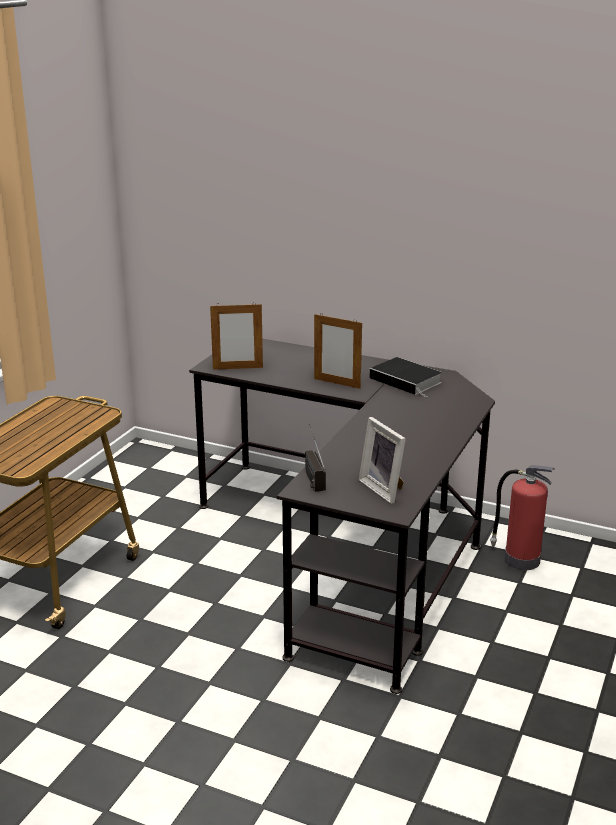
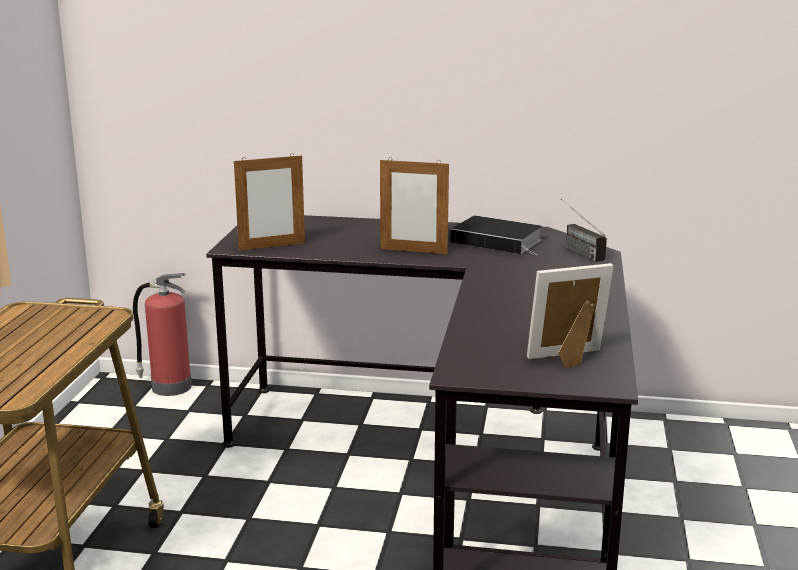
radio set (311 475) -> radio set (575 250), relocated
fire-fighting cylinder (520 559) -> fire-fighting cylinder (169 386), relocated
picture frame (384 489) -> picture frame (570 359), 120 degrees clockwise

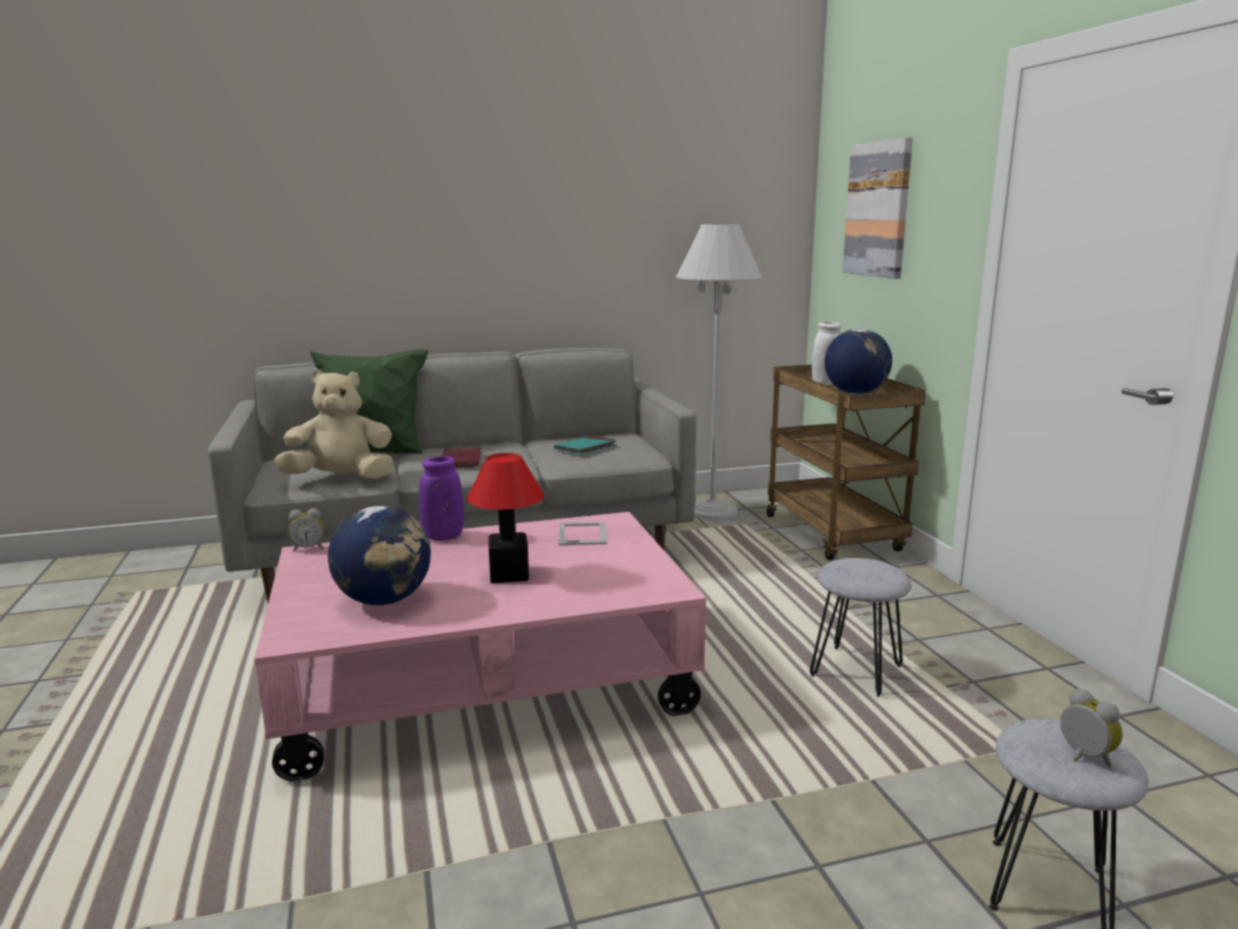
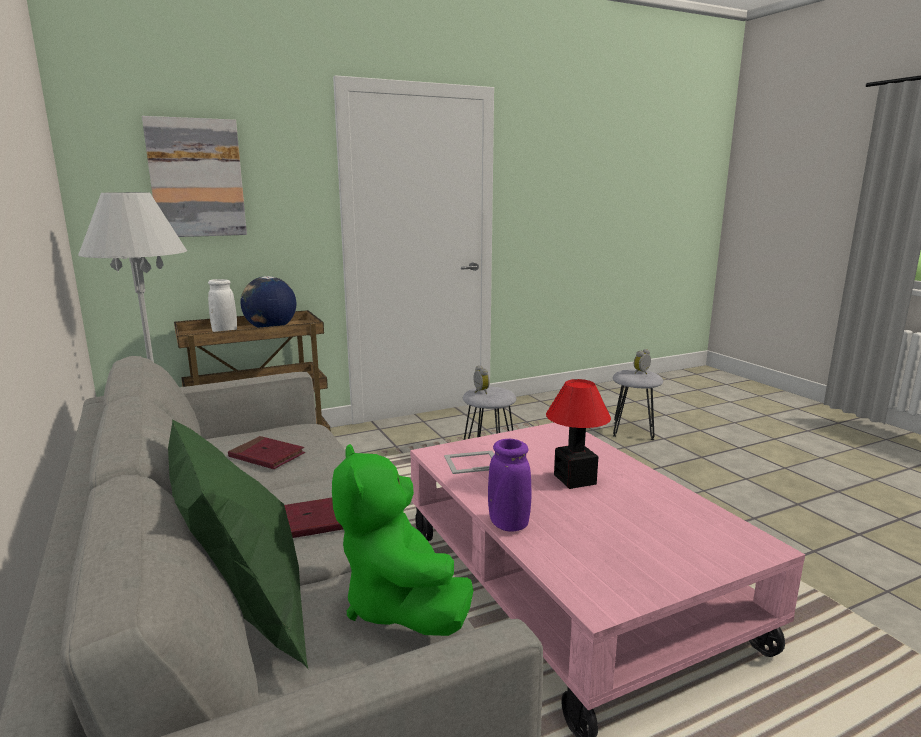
globe (385 600) -> none
alarm clock (309 548) -> alarm clock (480 392), relocated
beige plush toy (341 478) -> green-coloured plush toy (400 605)
blue-green volume (585 448) -> red volume (267 456)

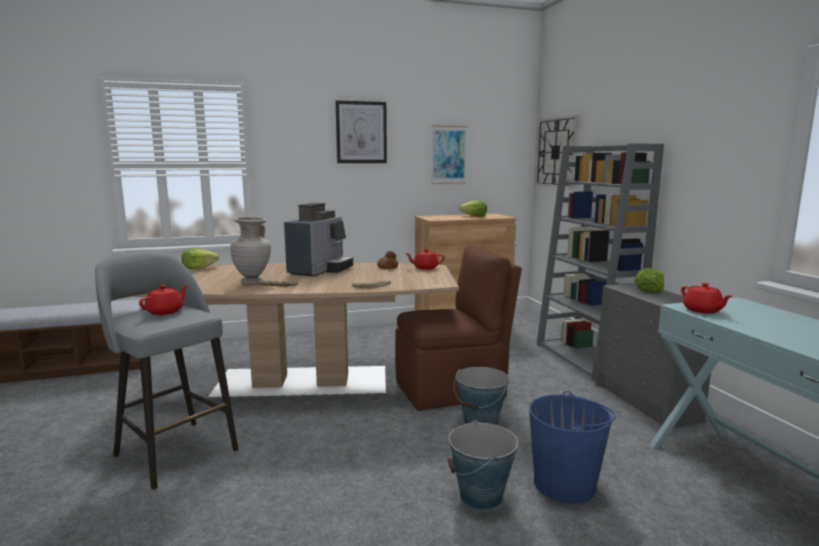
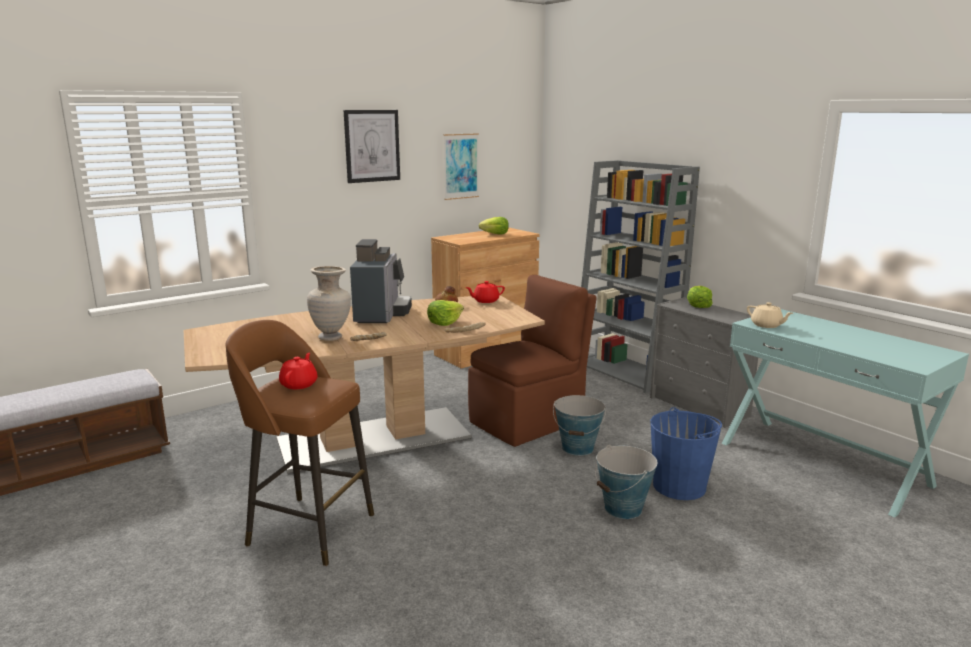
wall clock (556 152) -> none
lettuce head (198 268) -> lettuce head (444 323), relocated
greyish stool seat (174 451) -> brownish stool seat (308 528)
red pot for tea (702 310) -> beige pot for tea (766 325)

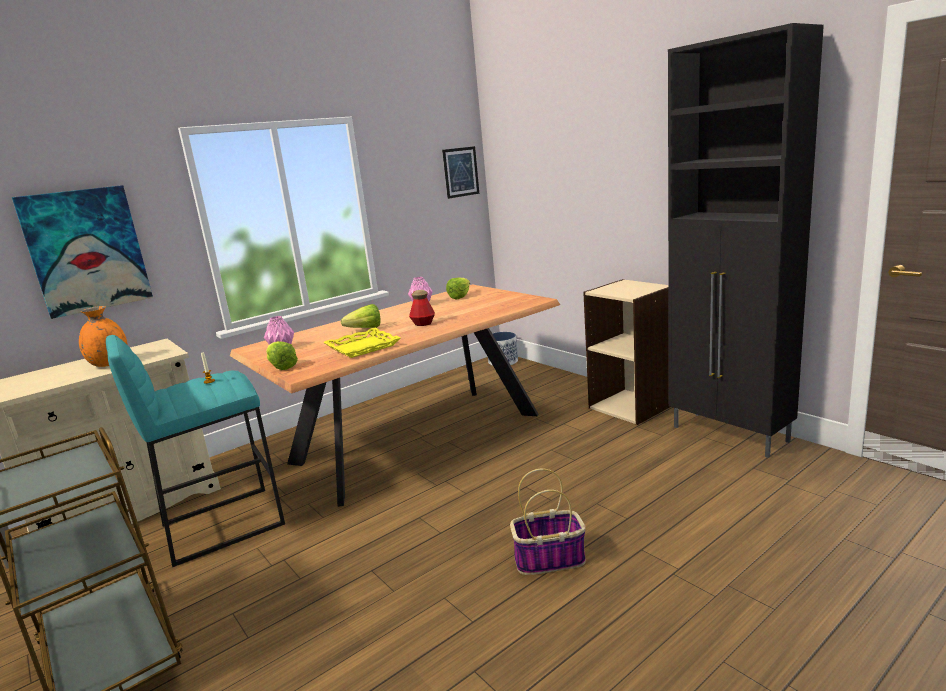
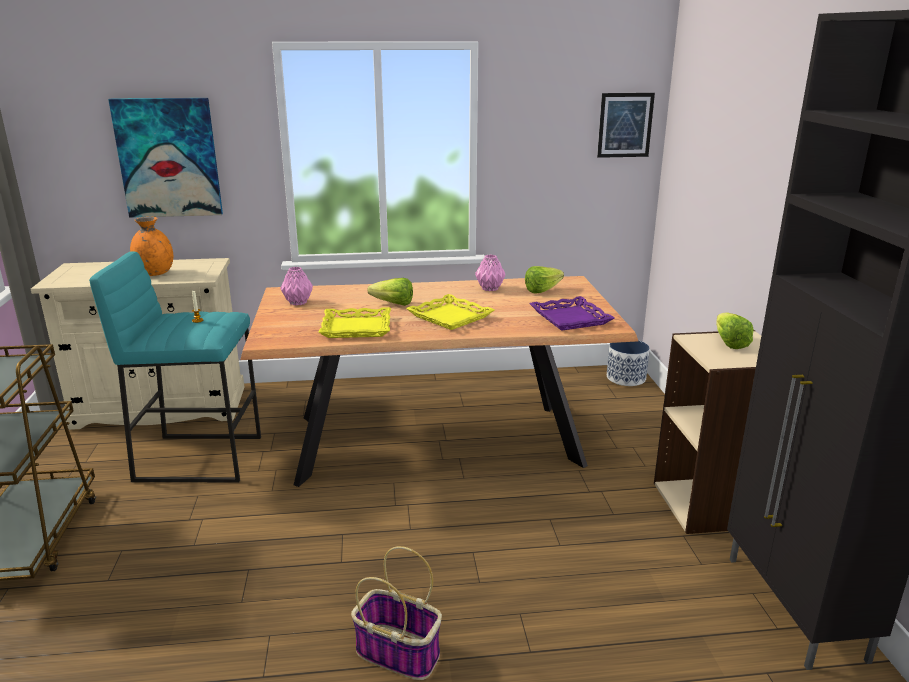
none -> purple-coloured carrying tray (571 318)
lettuce head (281 365) -> lettuce head (728 341), relocated
beverage bottle (423 324) -> yellow carrying tray (450 317)

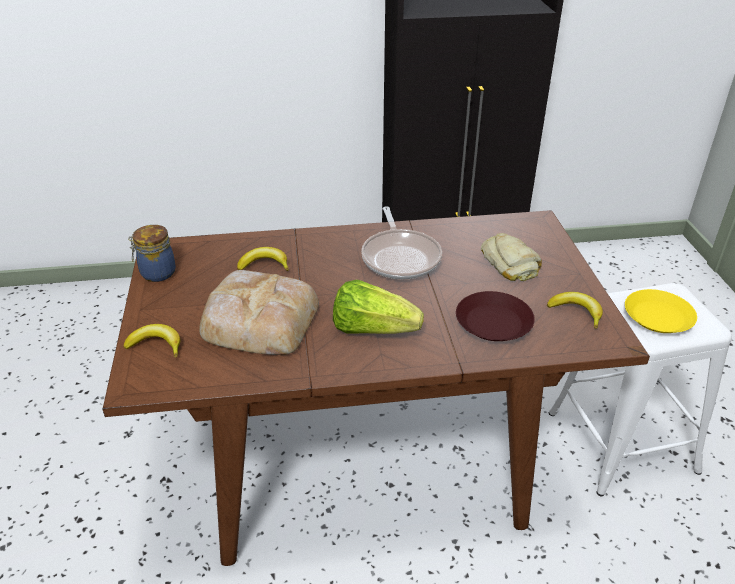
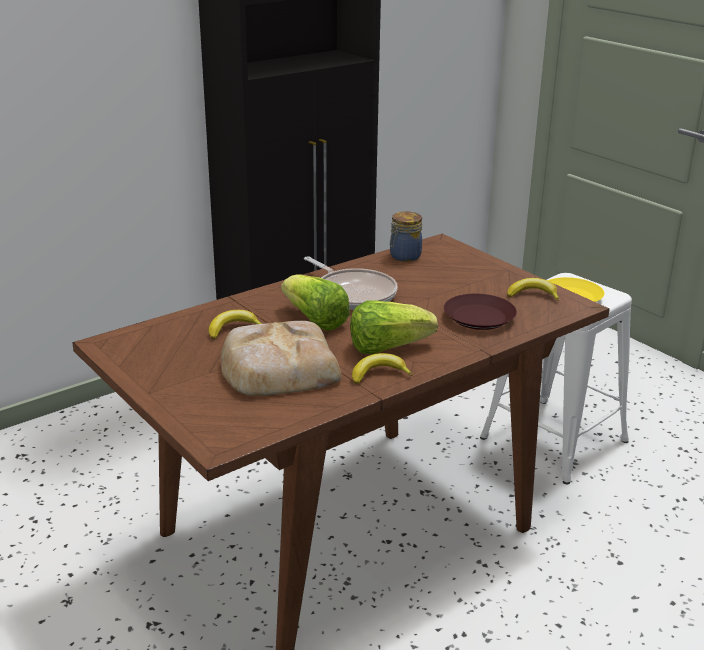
baked bread (510 263) -> none
none -> lettuce head (314 321)
banana (156 345) -> banana (379 374), relocated
storage jar (156 273) -> storage jar (404 256), relocated

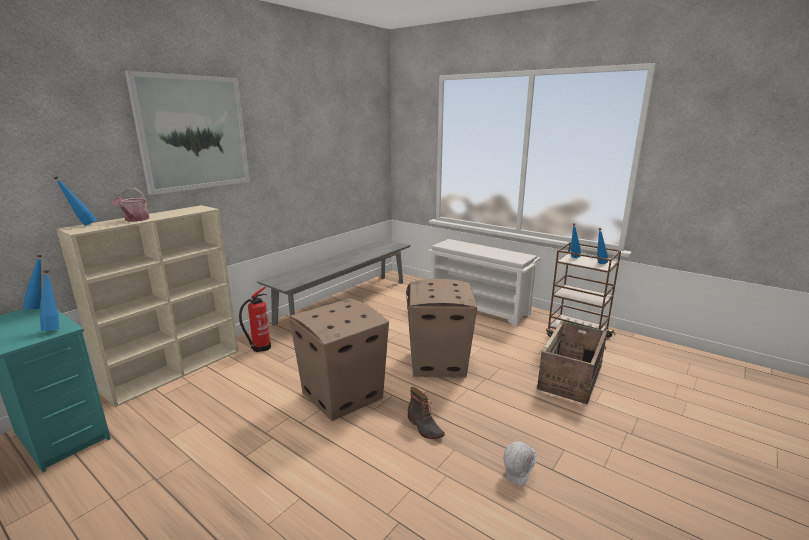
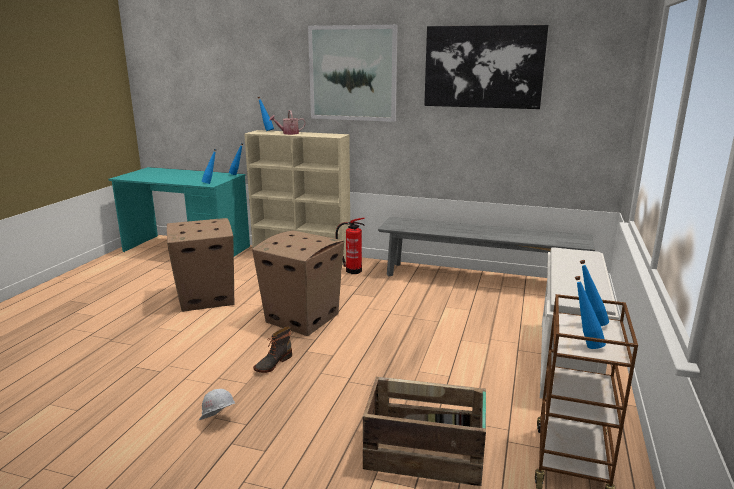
none -> wall picture (483 67)
packing box (438 363) -> packing box (205 298), relocated

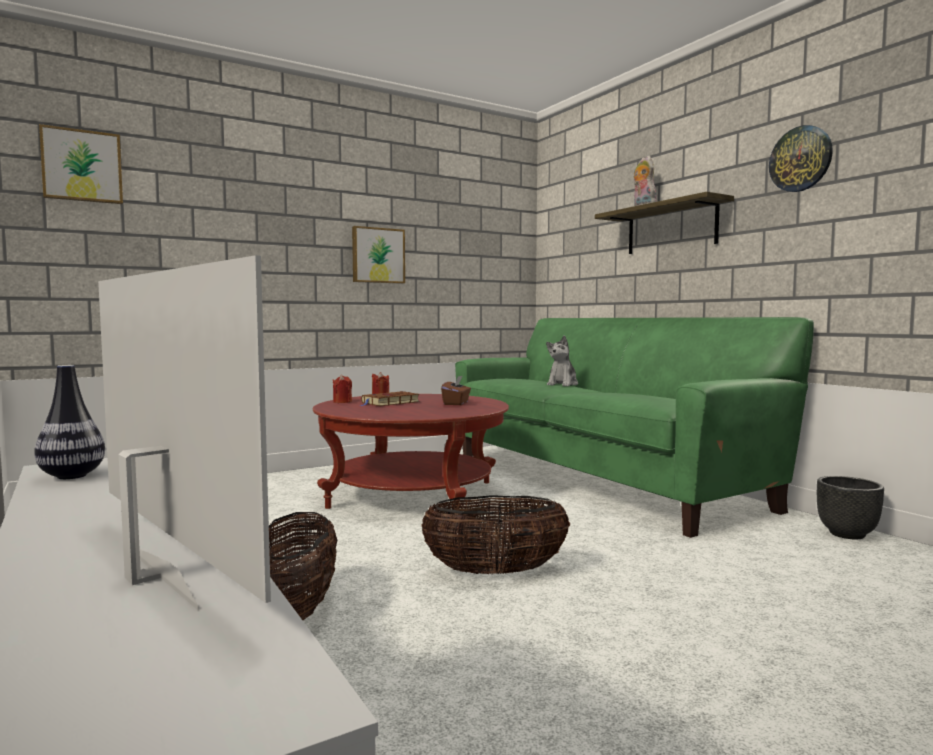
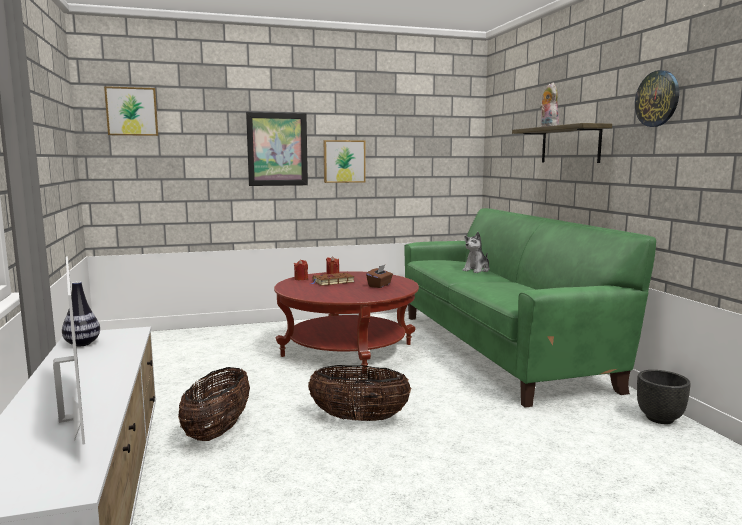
none -> wall picture (277 149)

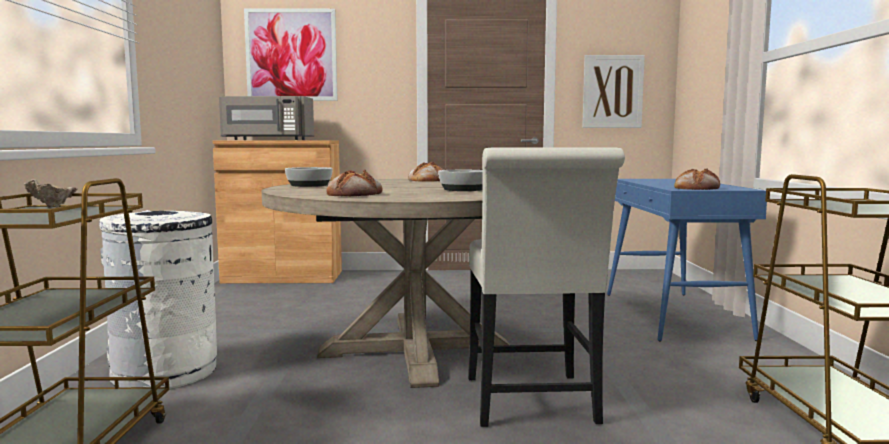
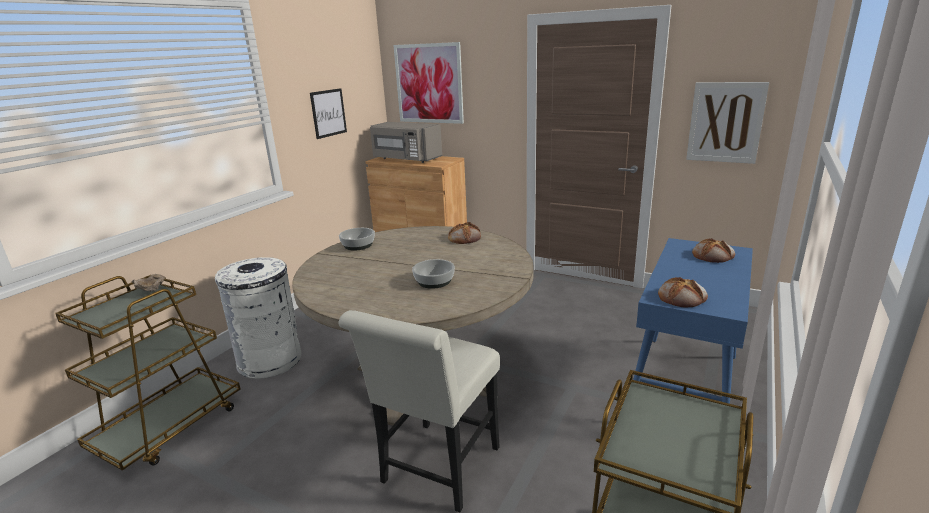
none -> wall picture (328 113)
baked bread (355 194) -> baked bread (713 255), relocated

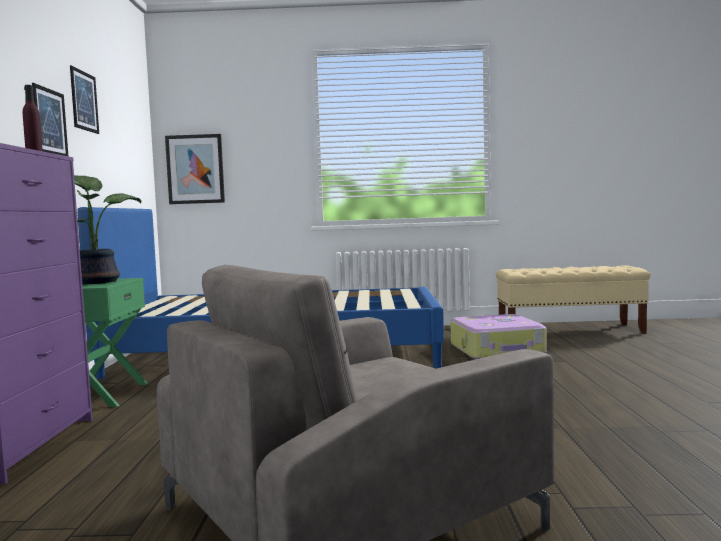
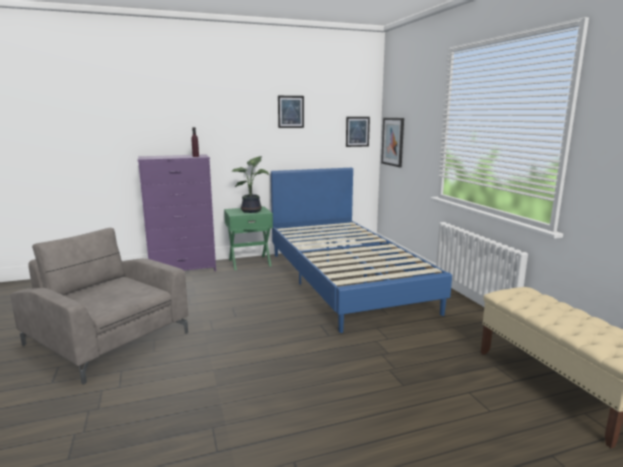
travel case (497 350) -> none
wall picture (50 122) -> wall picture (357 131), relocated

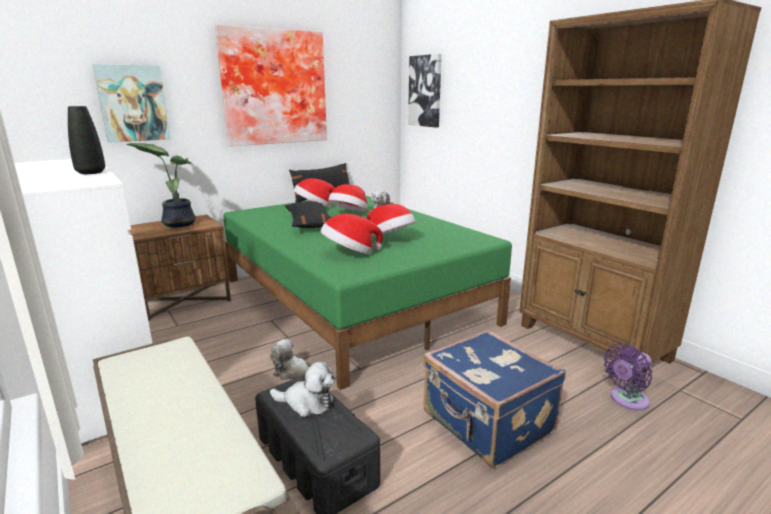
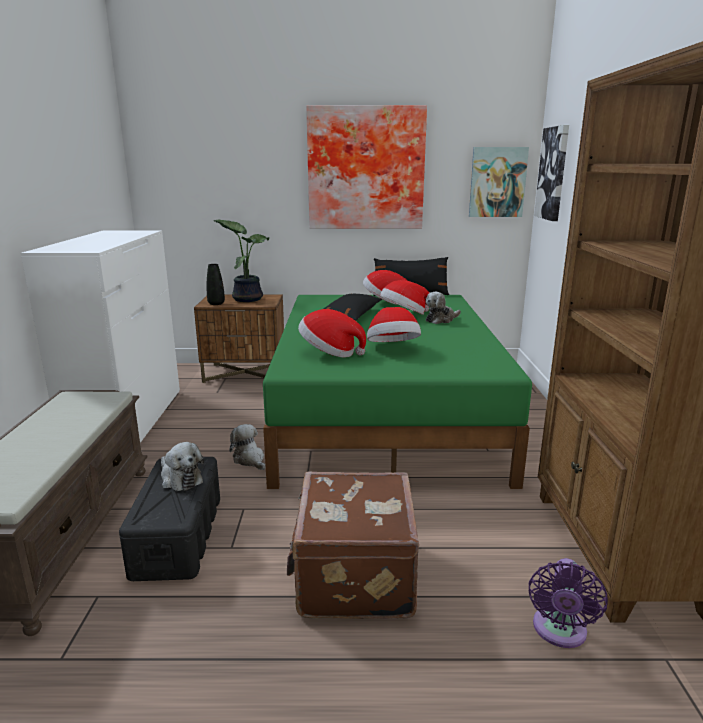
black decorative vase (91 172) -> black decorative vase (216 303), relocated
wall picture (133 103) -> wall picture (497 182), relocated
blue travel case (486 424) -> brownish travel case (353 576)
purple-coloured cooling fan (626 400) -> purple-coloured cooling fan (559 632), 75 degrees counterclockwise

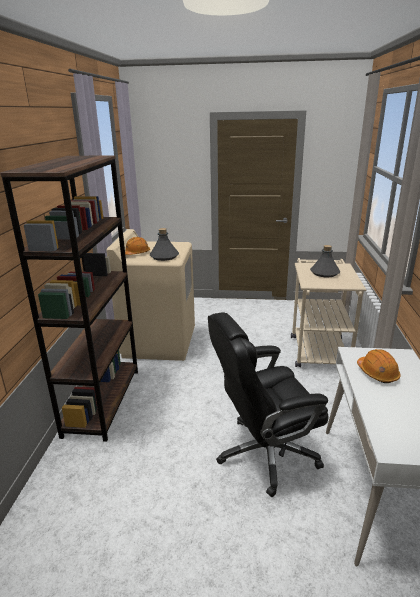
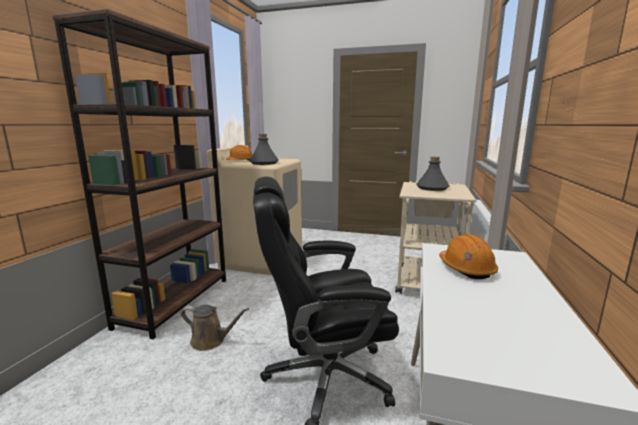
none -> brownish sprinkling can (211 341)

